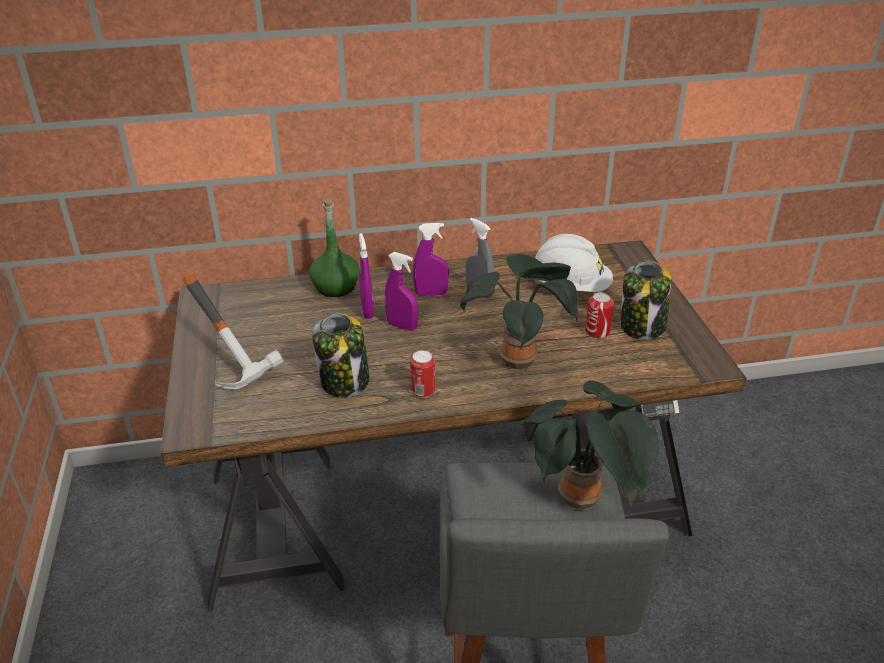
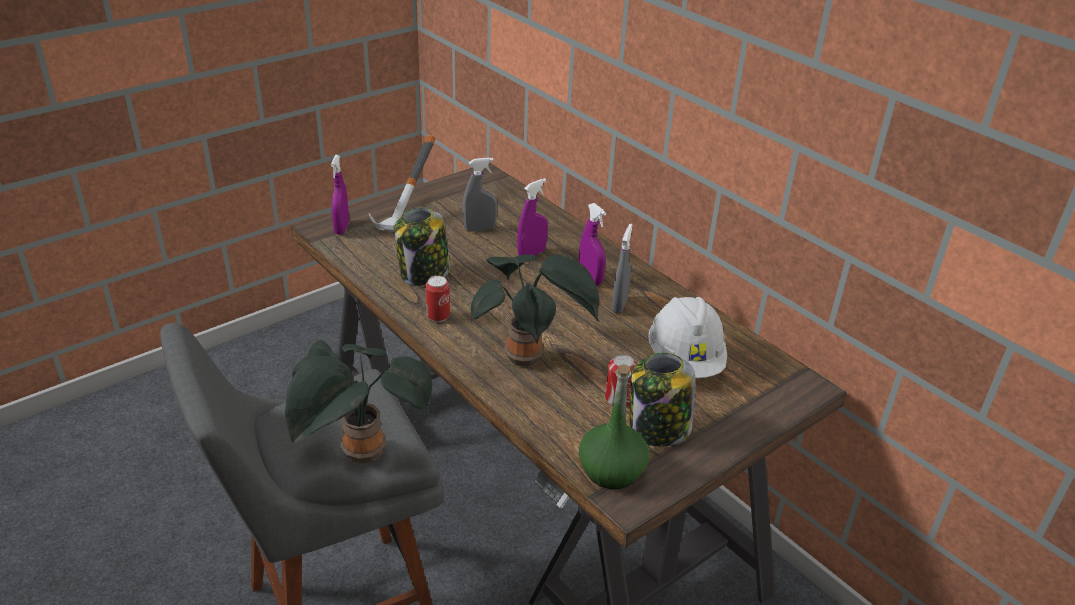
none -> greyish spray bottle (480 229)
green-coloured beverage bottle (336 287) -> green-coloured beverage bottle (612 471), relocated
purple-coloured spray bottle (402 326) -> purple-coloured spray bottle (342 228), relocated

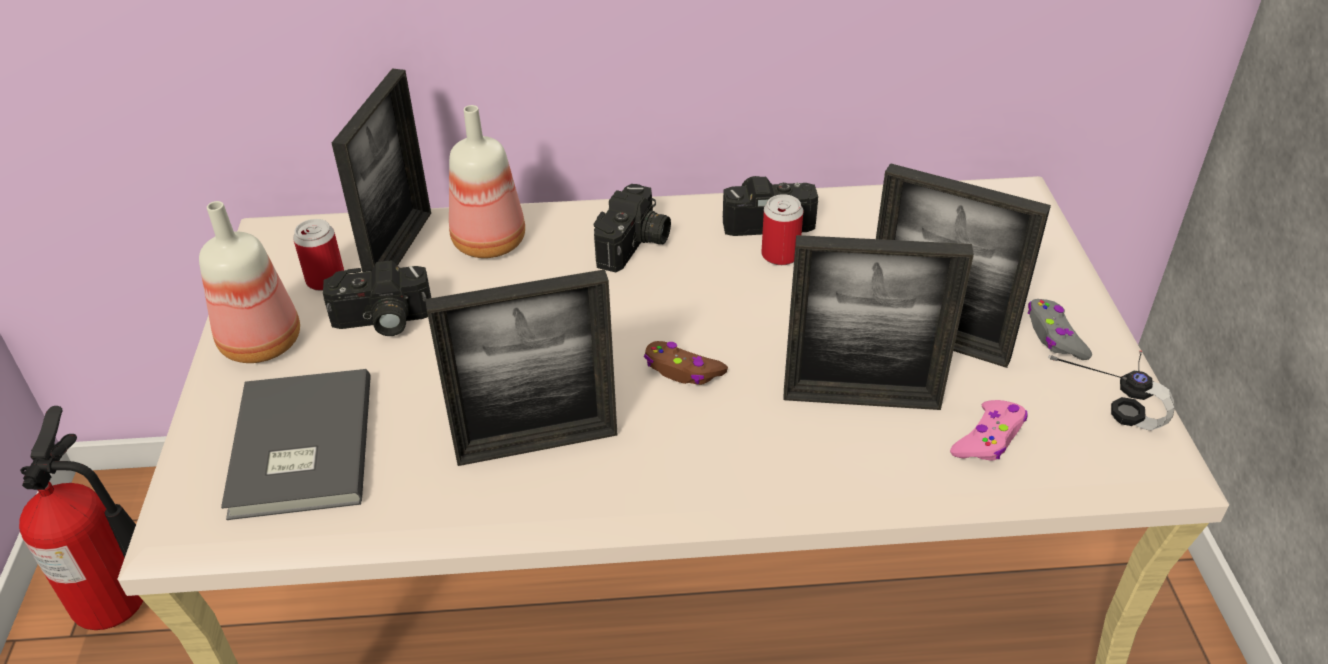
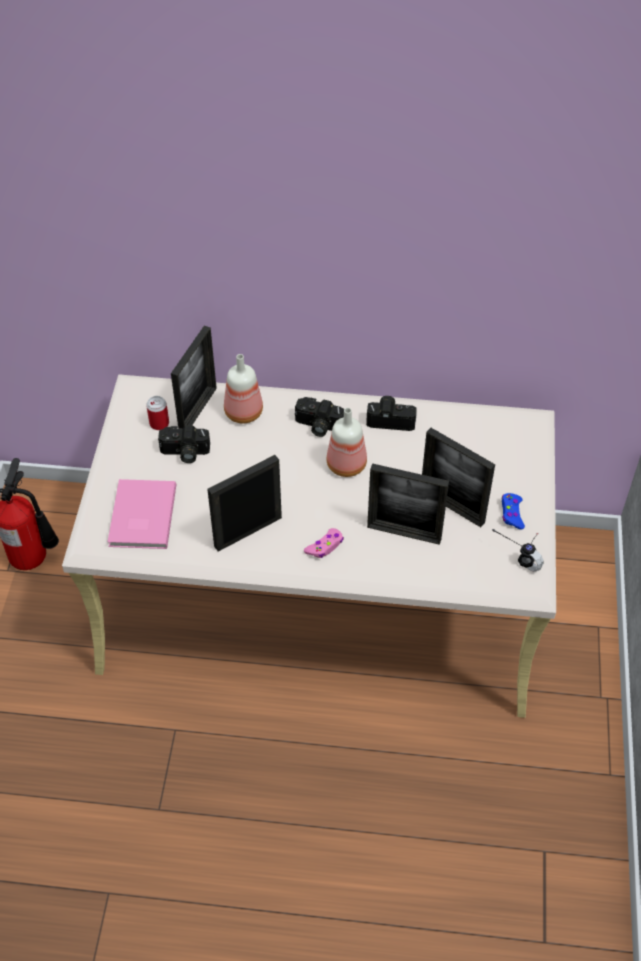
brownish gamepad (682 370) -> none
metal can (780 255) -> none
beverage bottle (261 341) -> beverage bottle (346 464), relocated
pink gamepad (989 438) -> pink gamepad (325 546), relocated
greyish volume (297 449) -> pink volume (140 517)
greyish gamepad (1054 336) -> blue gamepad (512 514)
picture frame (537 444) -> picture frame (248 532), 150 degrees clockwise
photo camera (635 246) -> photo camera (317 426), 75 degrees clockwise

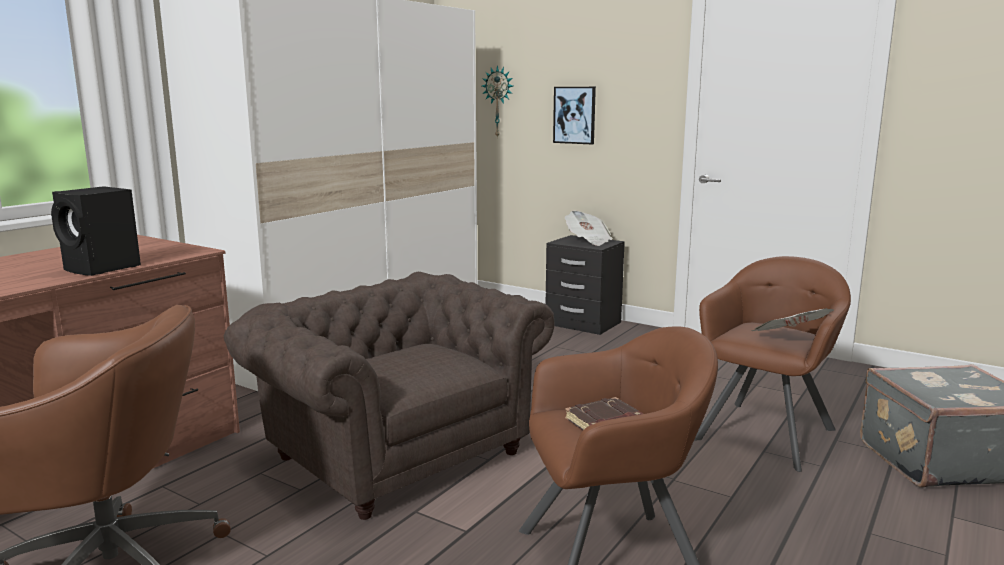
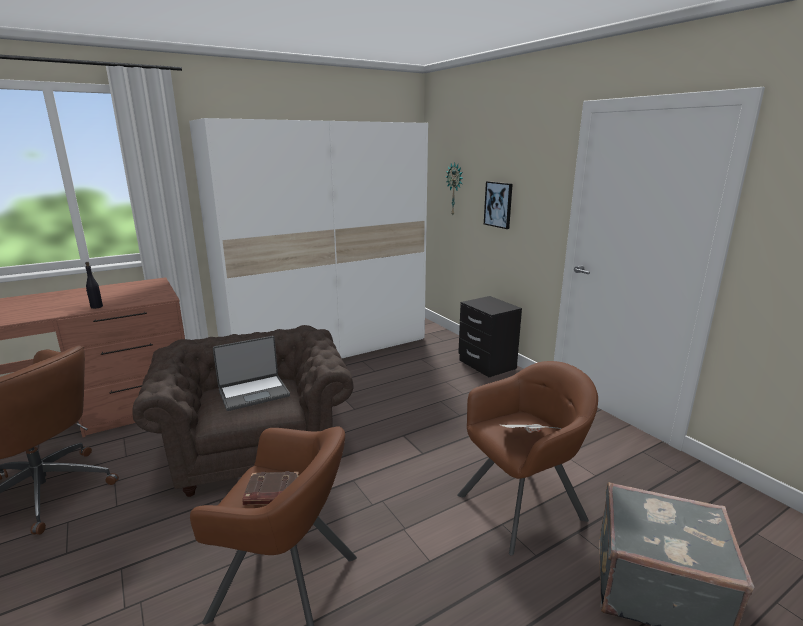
newspaper (588 241) -> none
none -> notebook computer (253 393)
black loudspeaker (103 268) -> black beverage bottle (96 307)

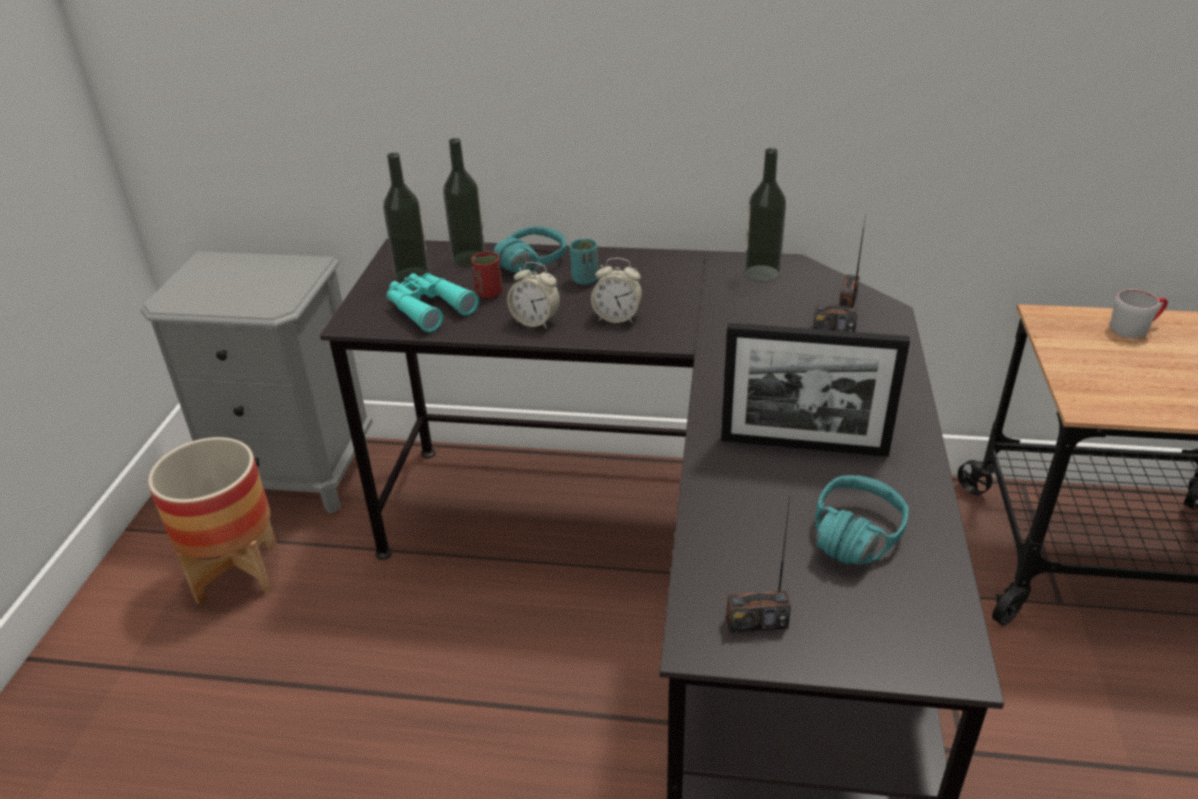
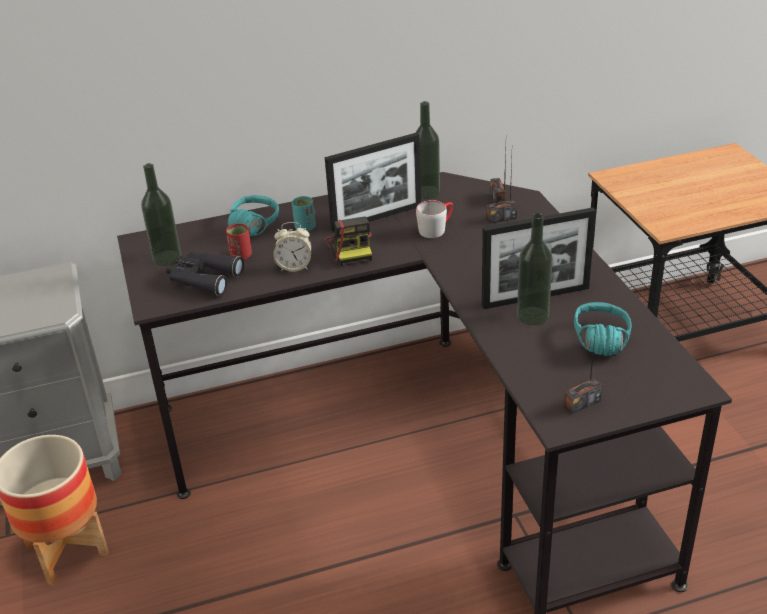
none -> picture frame (376 218)
beverage bottle (469 258) -> beverage bottle (532 316), relocated
greyish tea mug (1135 328) -> greyish tea mug (436 229), relocated
alarm clock (617 317) -> photo camera (351 248)
blue-green field glasses (428 308) -> black field glasses (203 279)

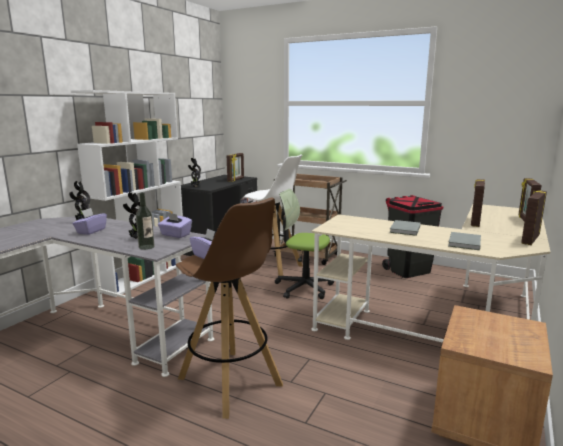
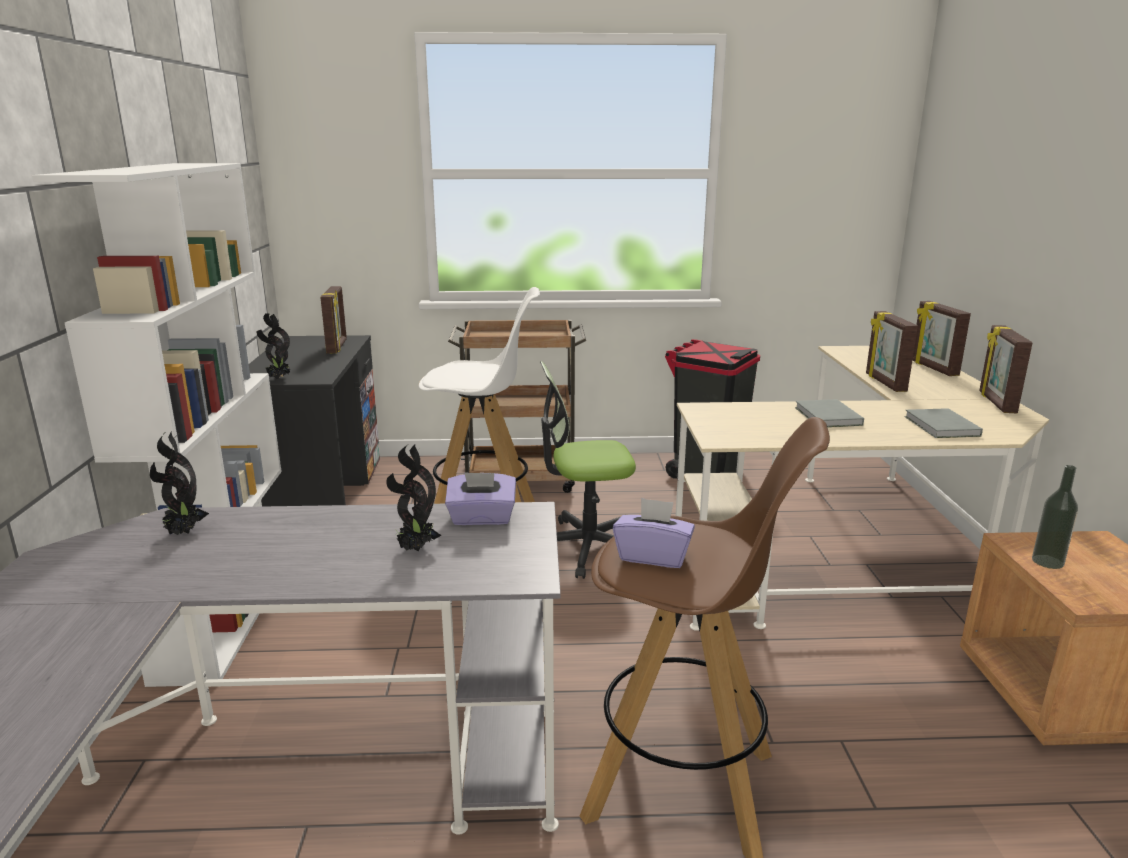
purple-coloured tissue holder (91 231) -> none
beverage bottle (146 247) -> beverage bottle (1047 562), relocated

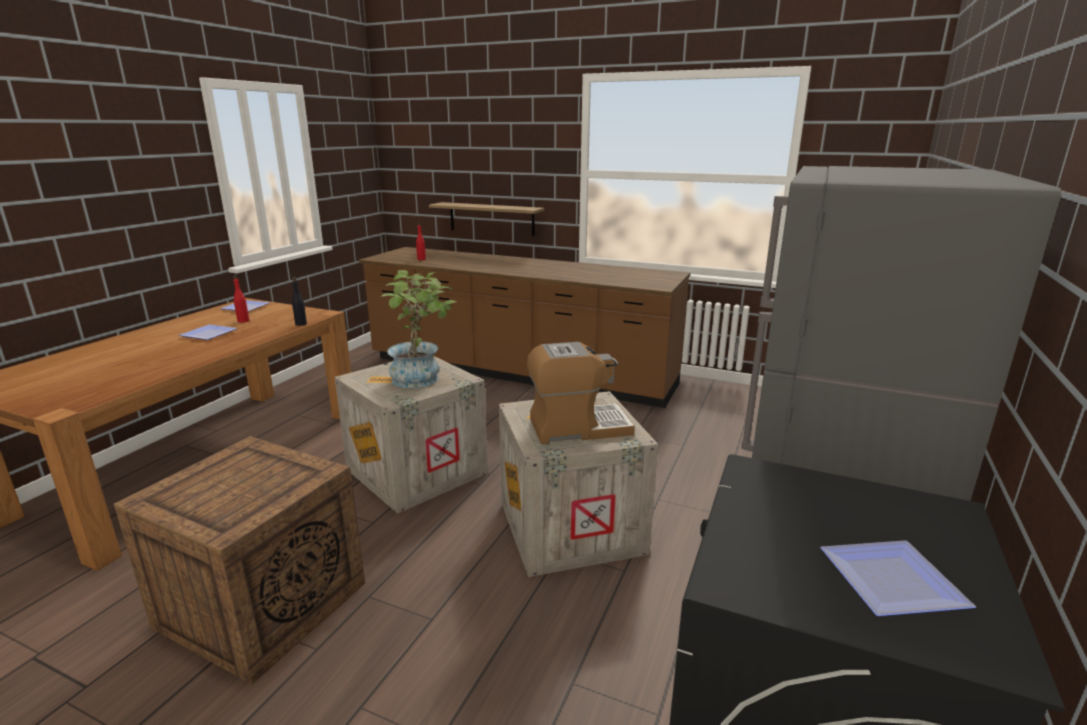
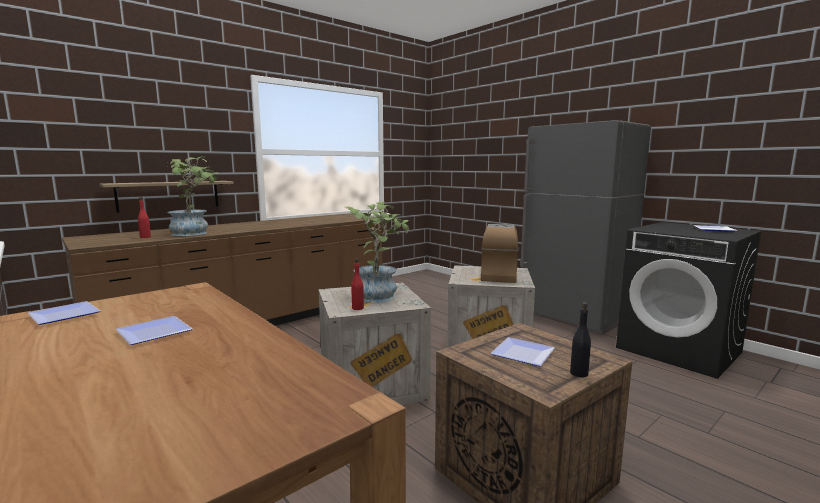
none -> houseplant (195 233)
none -> dinner plate (521 353)
red beverage bottle (243 321) -> red beverage bottle (357 308), relocated
black beverage bottle (301 324) -> black beverage bottle (579 373), relocated

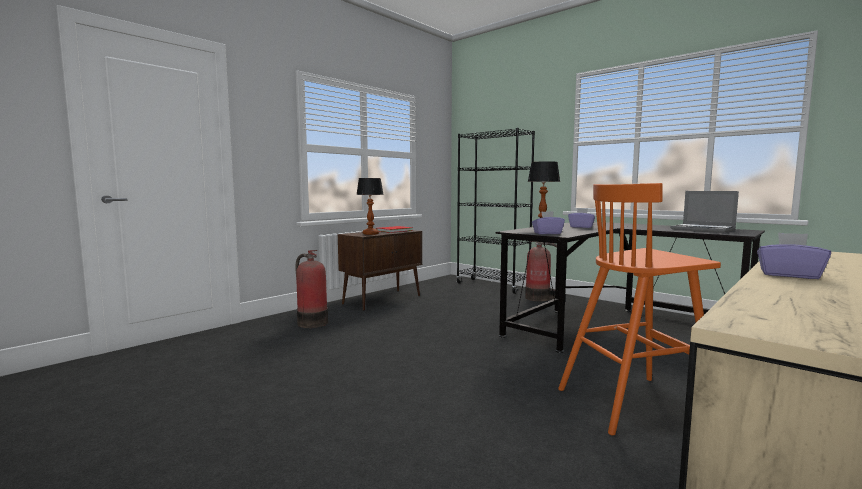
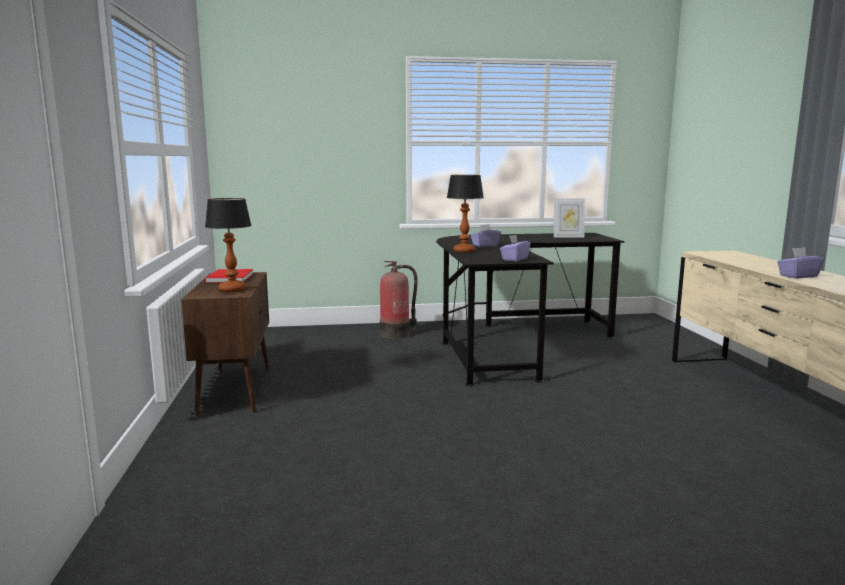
fire-fighting cylinder (311 322) -> none
black bookshelf (492 286) -> none
orange stool seat (635 403) -> none
notebook computer (703 229) -> picture frame (568 237)

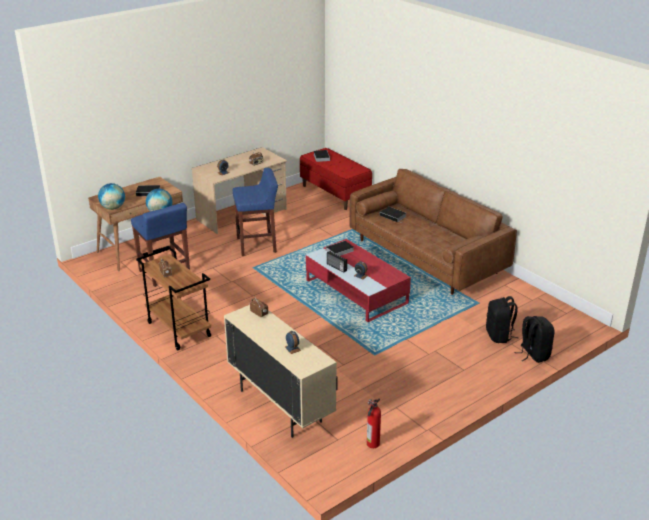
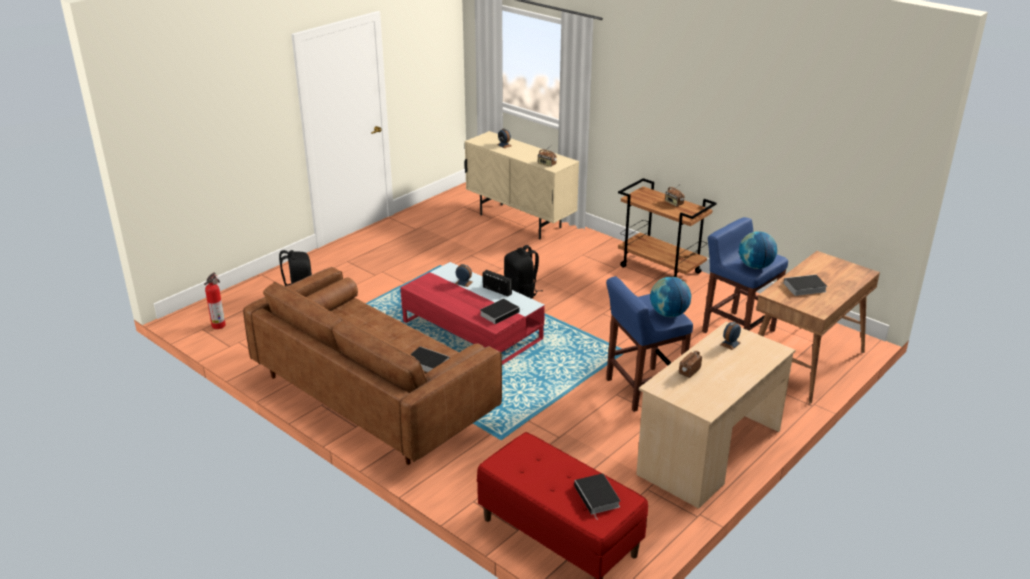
globe (113 208) -> globe (669 314), relocated
fire-fighting cylinder (372 444) -> fire-fighting cylinder (219 325), relocated
black knapsack (533 354) -> black knapsack (521 293), relocated

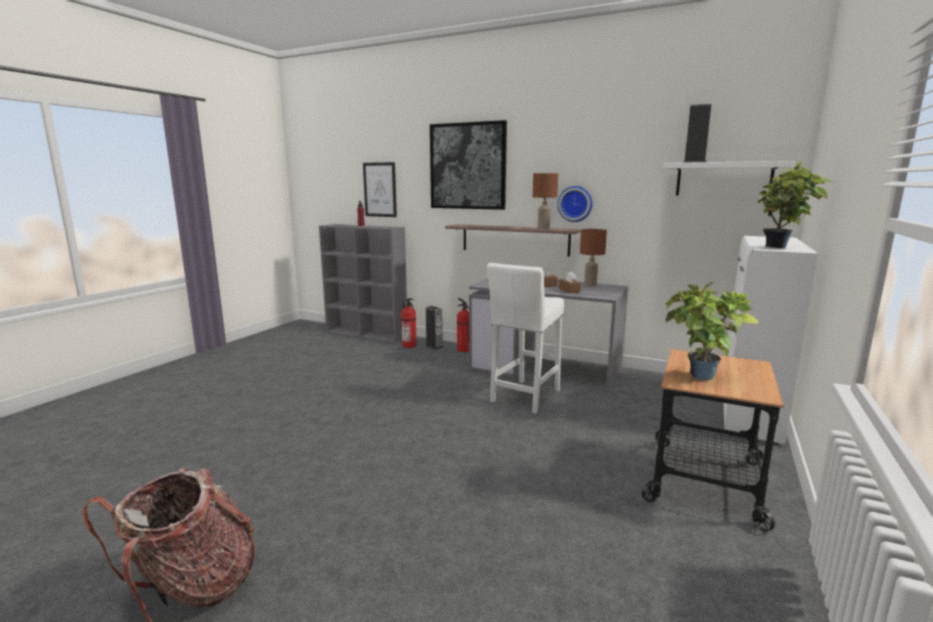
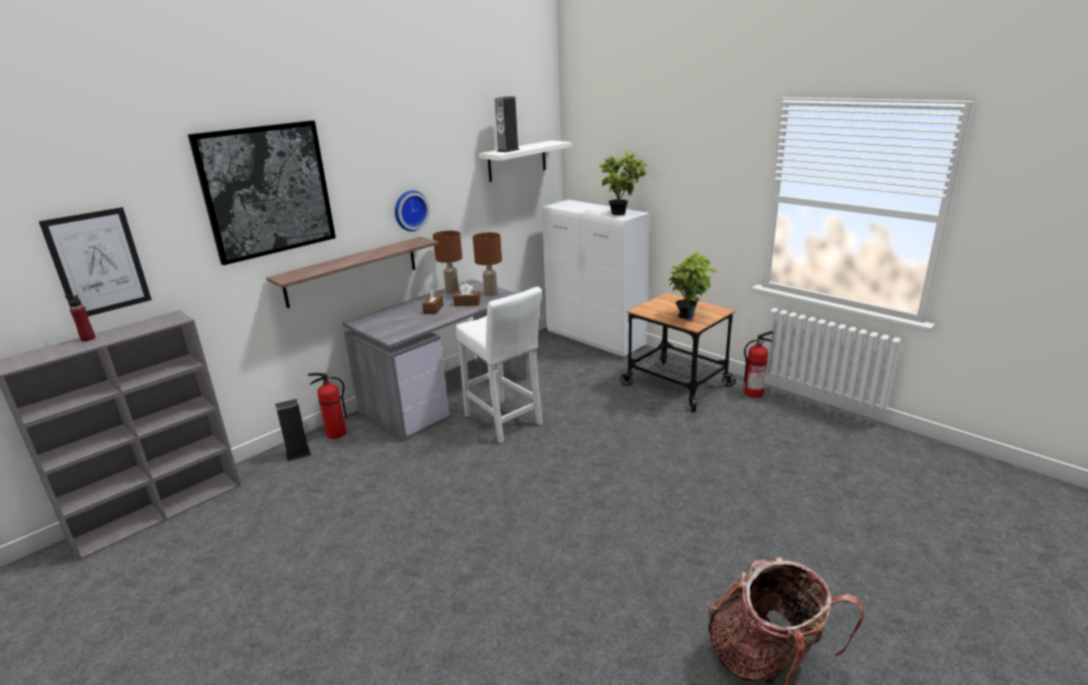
fire-fighting cylinder (409 345) -> fire-fighting cylinder (754 392), relocated
brownish lamp for a table (544 229) -> brownish lamp for a table (491 294), relocated

